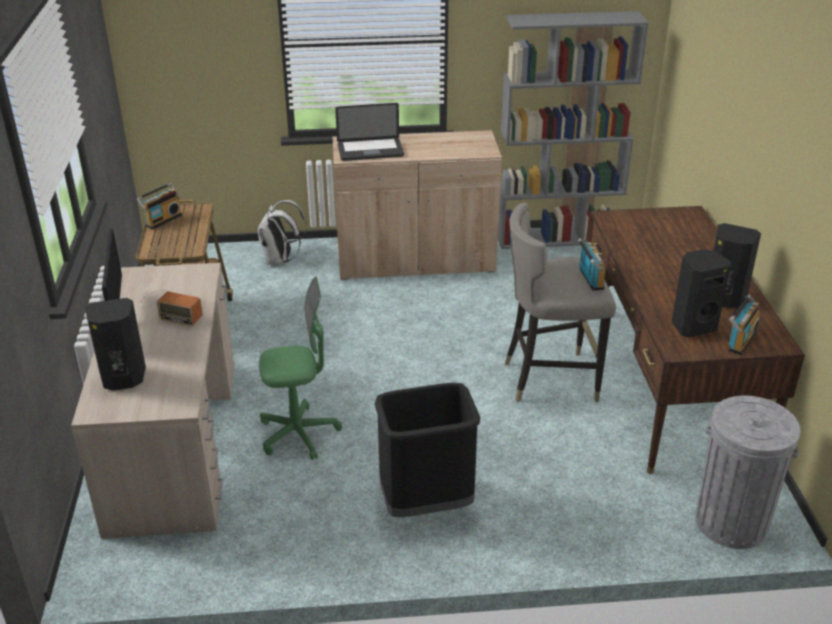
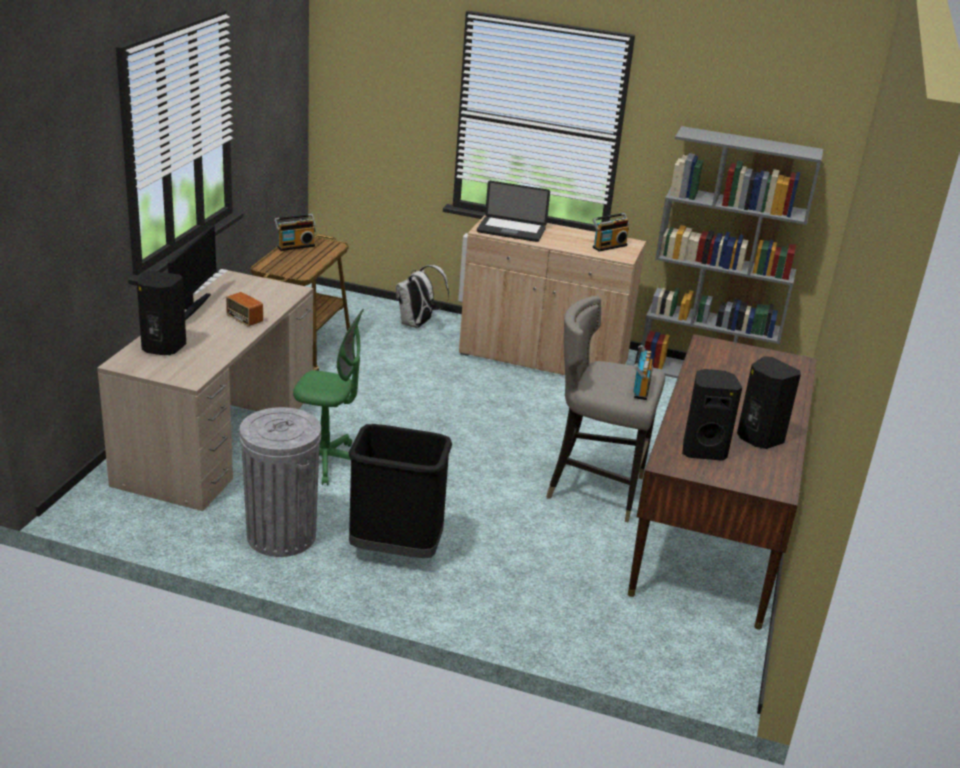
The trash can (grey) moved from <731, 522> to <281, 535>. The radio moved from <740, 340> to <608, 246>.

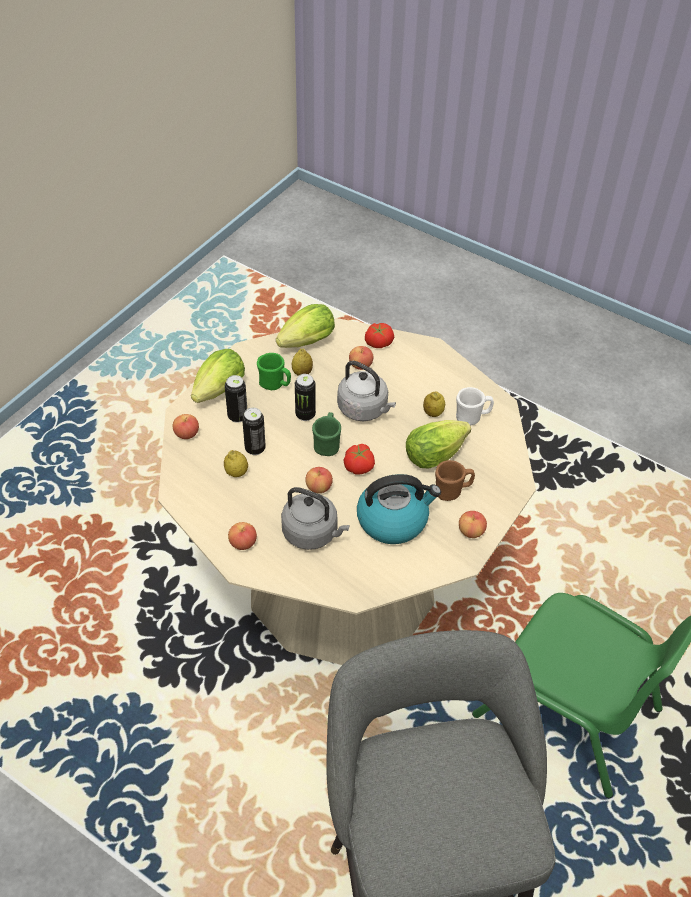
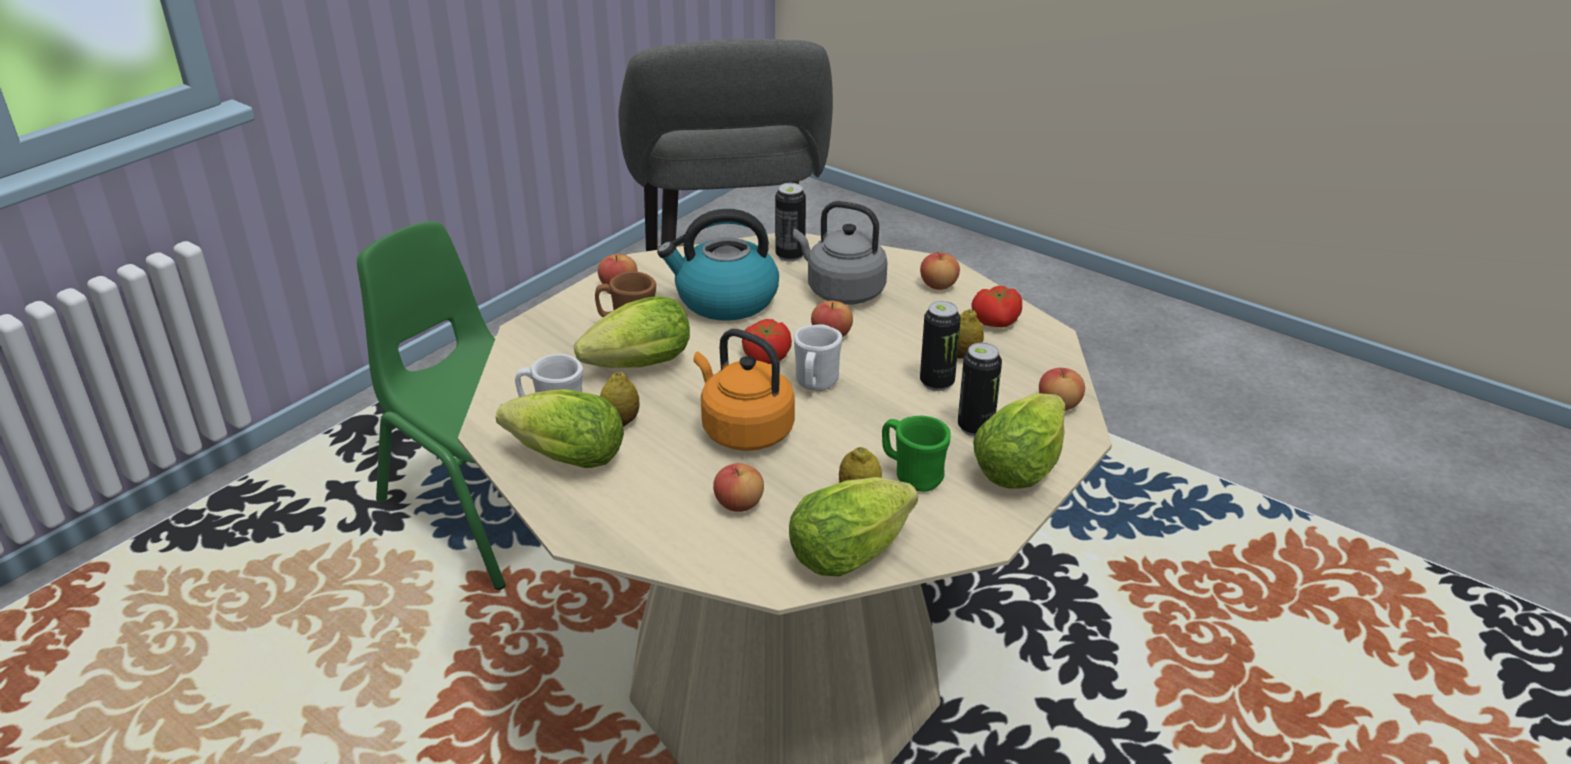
The lettuce at <560, 457> appeared. The can moved from <305, 414> to <790, 255>. The tomato moved from <378, 342> to <996, 322>. The mug (green) at <327, 444> became the mug (white) at <815, 385>. The kettle (grey) at <364, 409> became the kettle (orange) at <743, 430>.

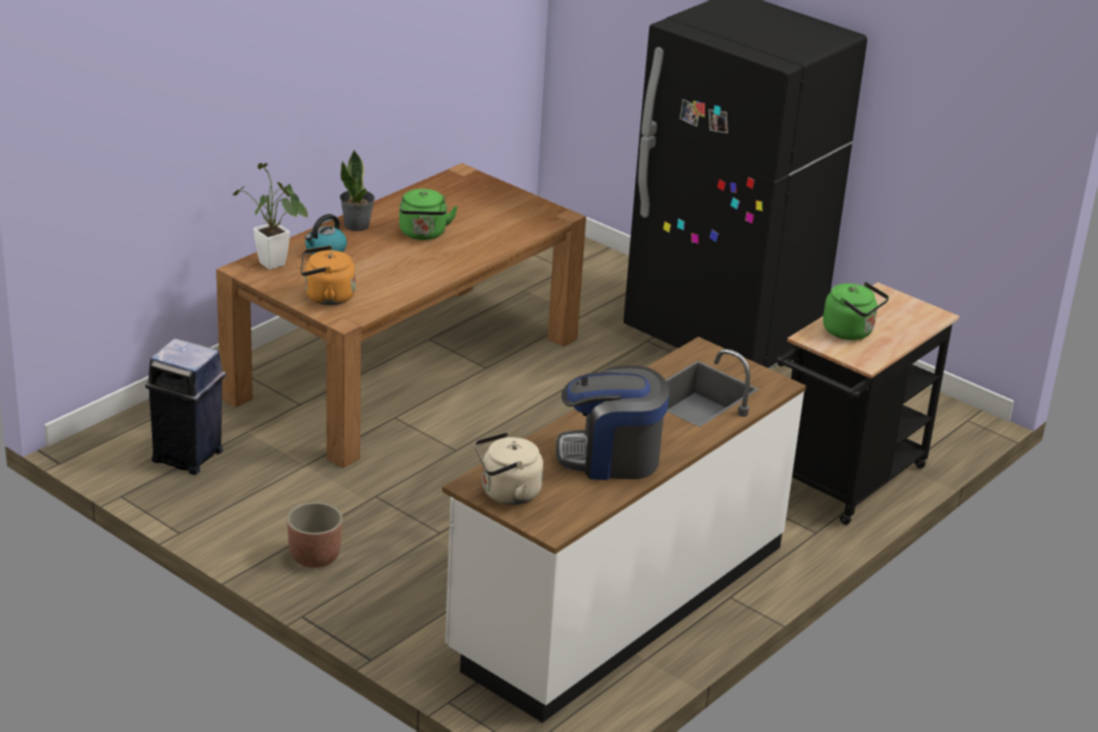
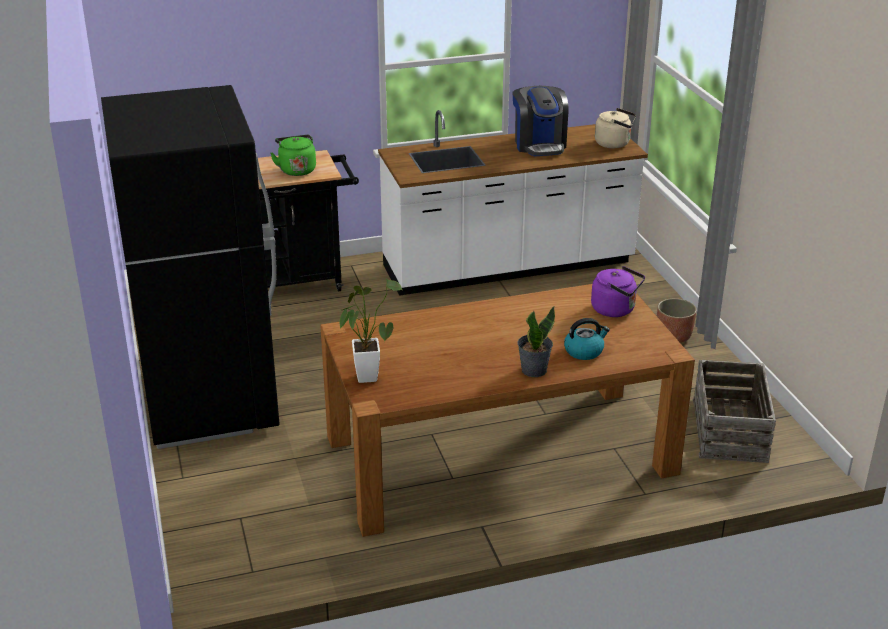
The kettle (green) at <423, 234> disappeared. The potted plant moved from <275, 266> to <367, 374>. The trash can (blue) at <188, 456> was replaced by the crate at <730, 430>. The kettle (orange) at <326, 297> became the kettle (purple) at <616, 310>. The coffee machine at <610, 458> turned 45 degrees clockwise.

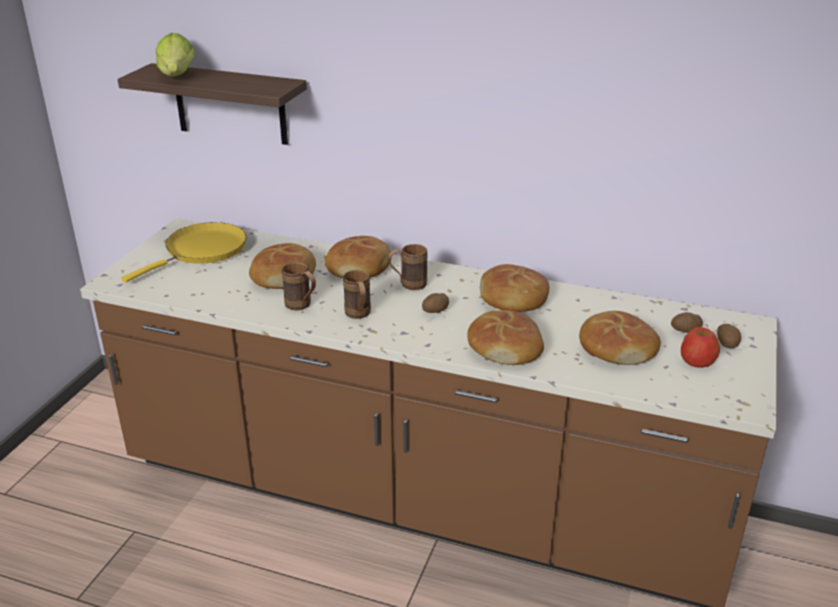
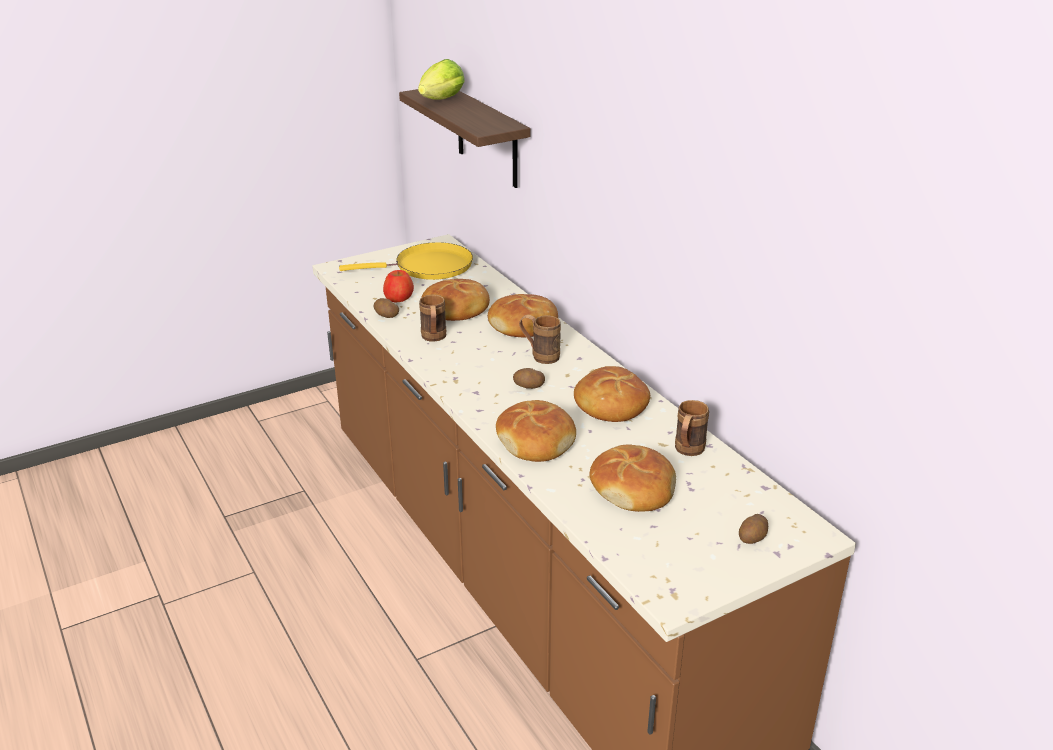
The mug (brown) moved from <359, 315> to <687, 452>. The potato moved from <686, 330> to <386, 315>. The apple moved from <697, 360> to <399, 298>.

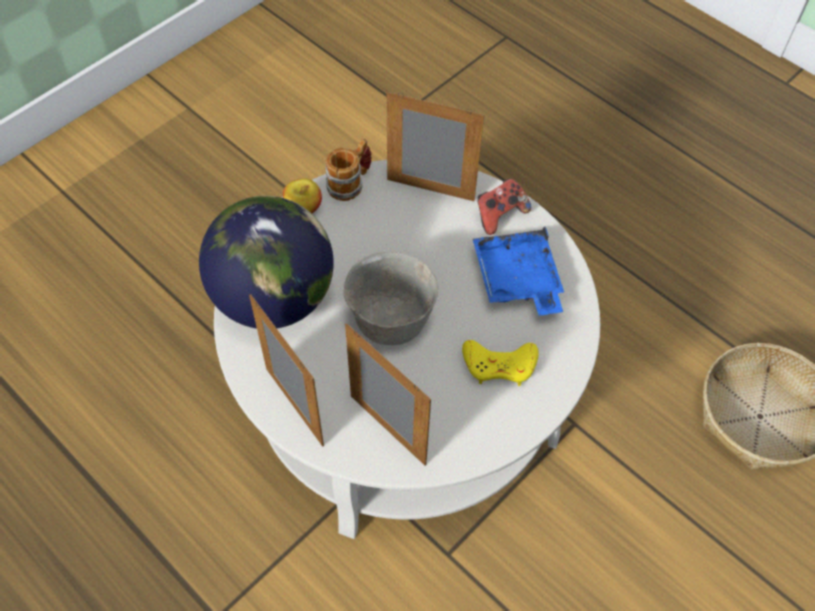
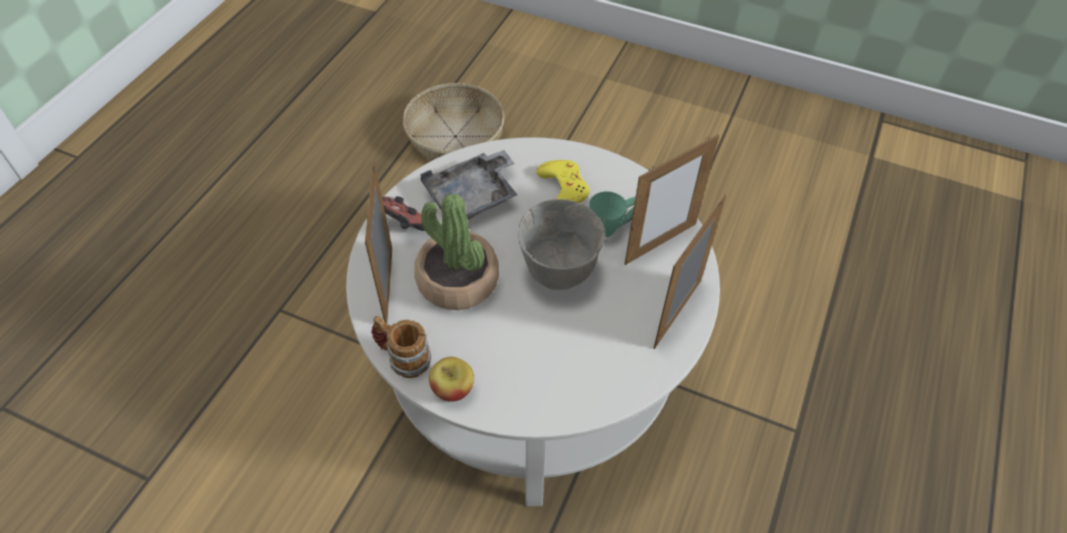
The globe at <274, 298> disappeared. The potted plant at <457, 281> appeared. The mug (green) at <613, 227> appeared. The tray (blue) at <517, 280> became the tray (grey) at <473, 197>. The picture frame at <387, 430> turned 150 degrees counterclockwise.

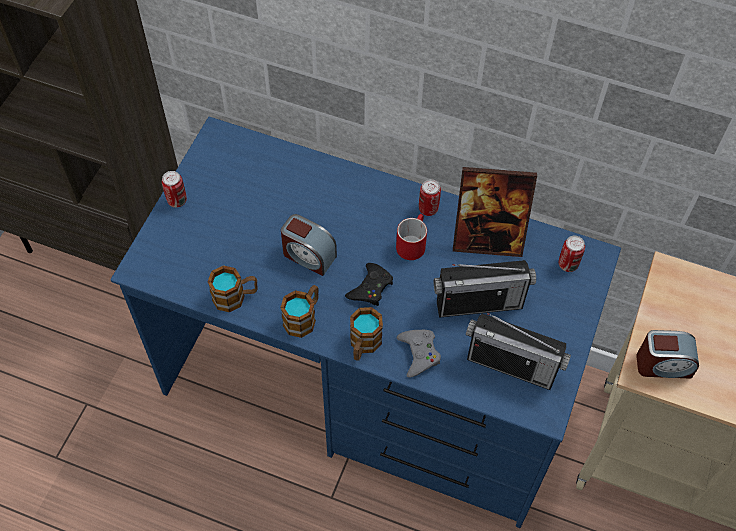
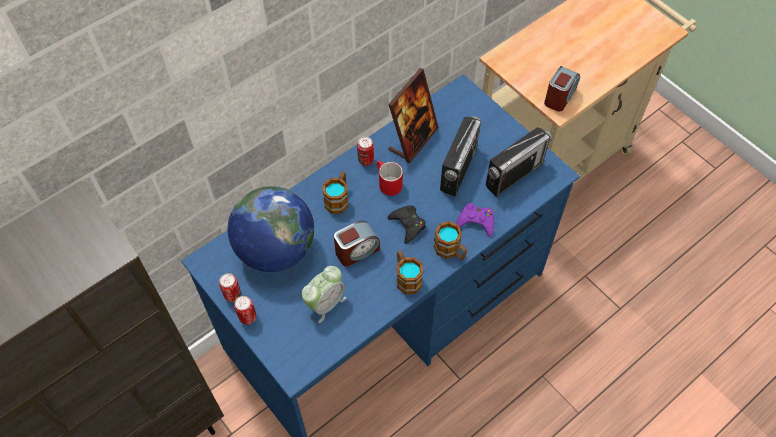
The globe at <275, 250> appeared. The alarm clock at <325, 303> appeared. The mug moved from <235, 297> to <338, 199>. The can moved from <568, 264> to <233, 295>. The game controller (grey) at <419, 354> became the game controller (purple) at <476, 221>.

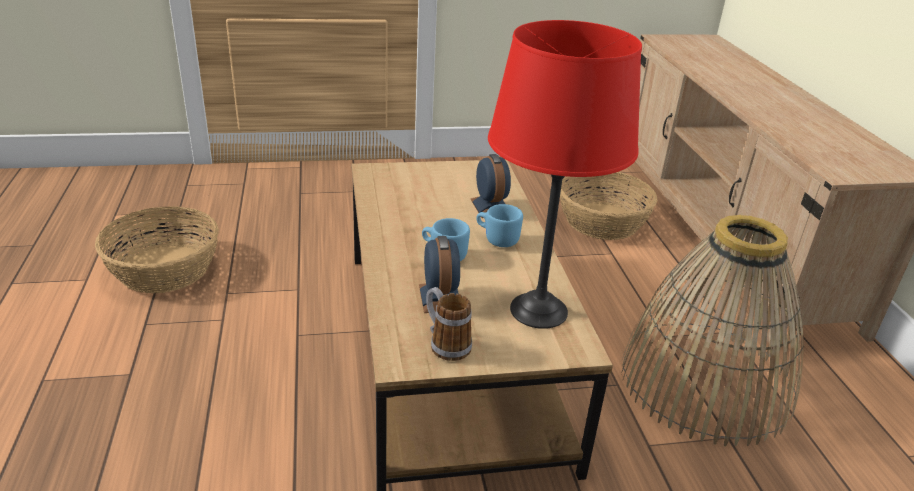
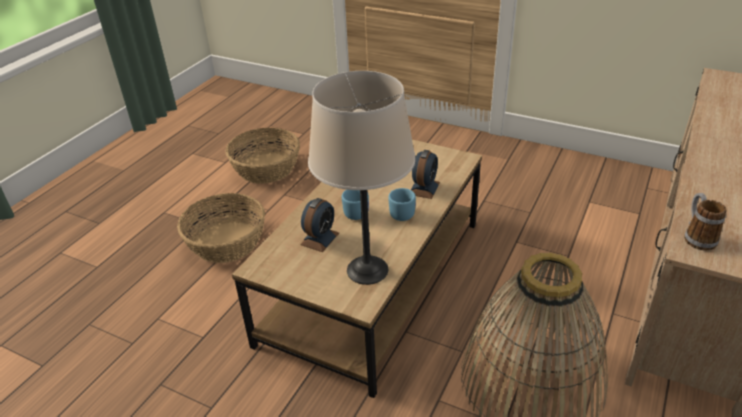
The mug moved from <445, 343> to <697, 236>. The basket moved from <602, 221> to <227, 242>. The table lamp (red) at <538, 310> became the table lamp (beige) at <367, 270>.

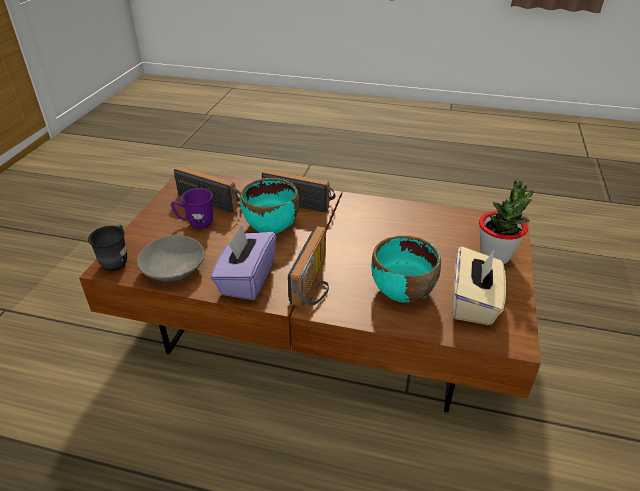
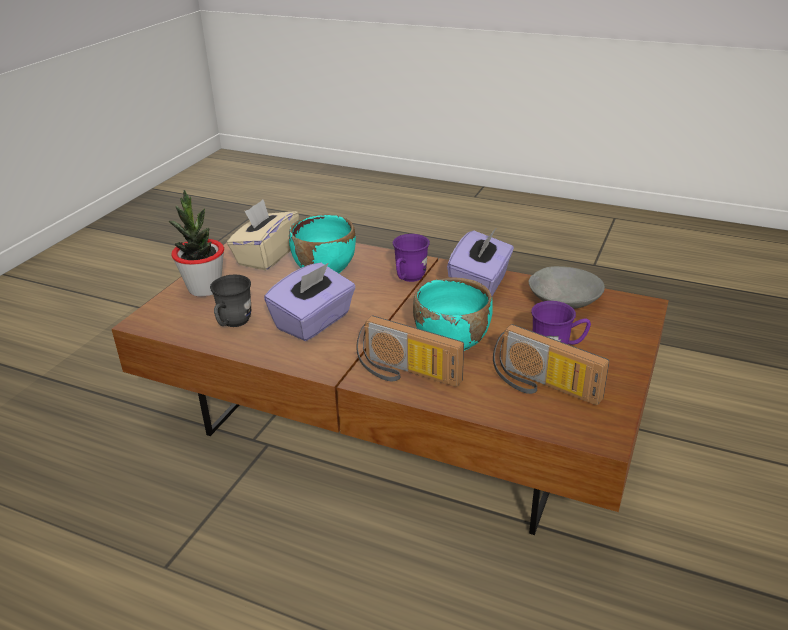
The tissue box (purple) at <314, 322> appeared. The mug (grey) moved from <117, 260> to <232, 324>. The radio at <315, 282> was replaced by the mug (purple) at <408, 279>.

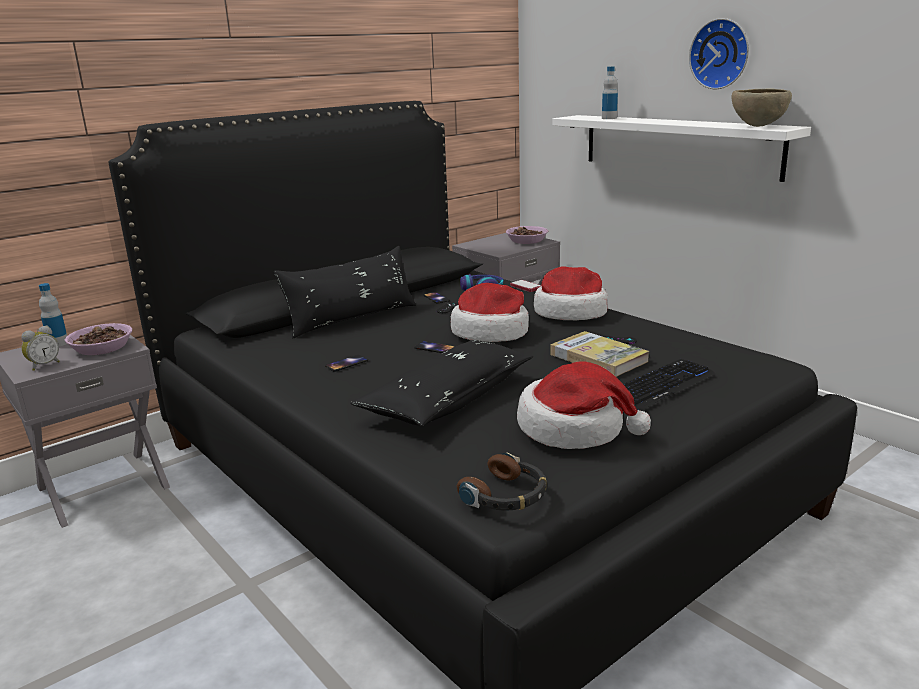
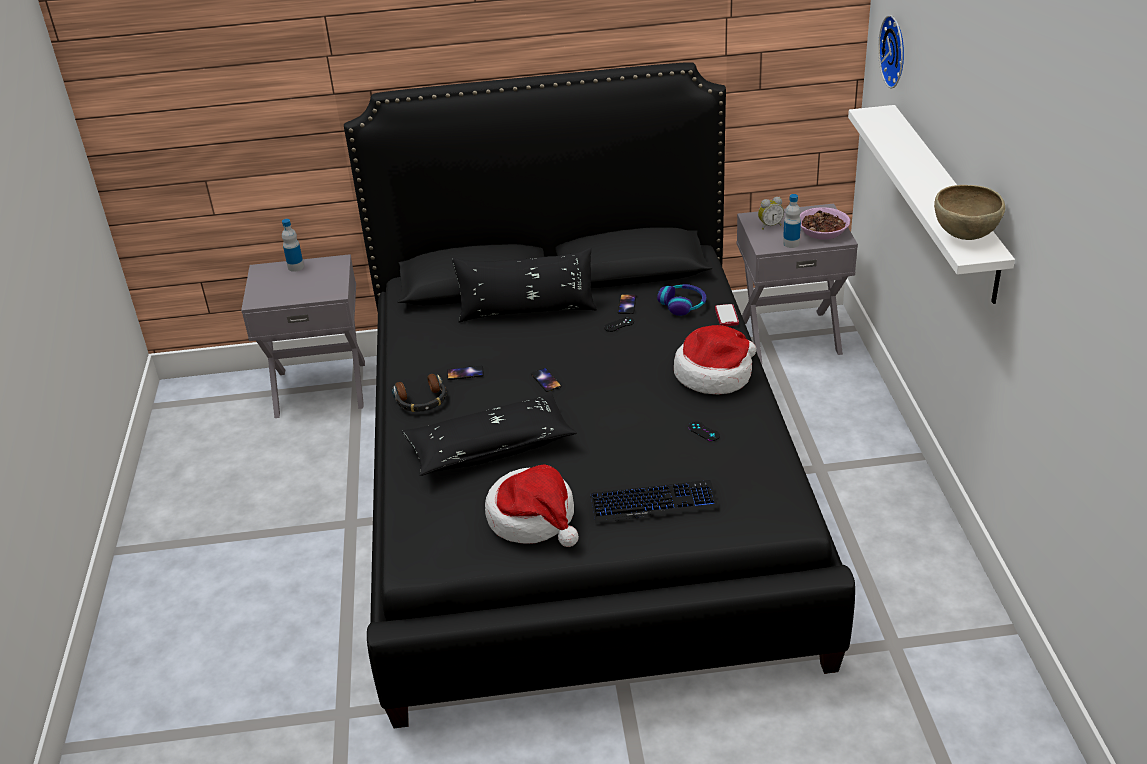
The bowl at <101, 348> disappeared. The hat at <491, 332> disappeared. The book at <598, 358> disappeared. The alarm clock moved from <44, 365> to <769, 225>. The headphones moved from <506, 495> to <421, 400>. The bottle moved from <609, 118> to <791, 243>. The wall clock moved from <721, 54> to <896, 51>.

